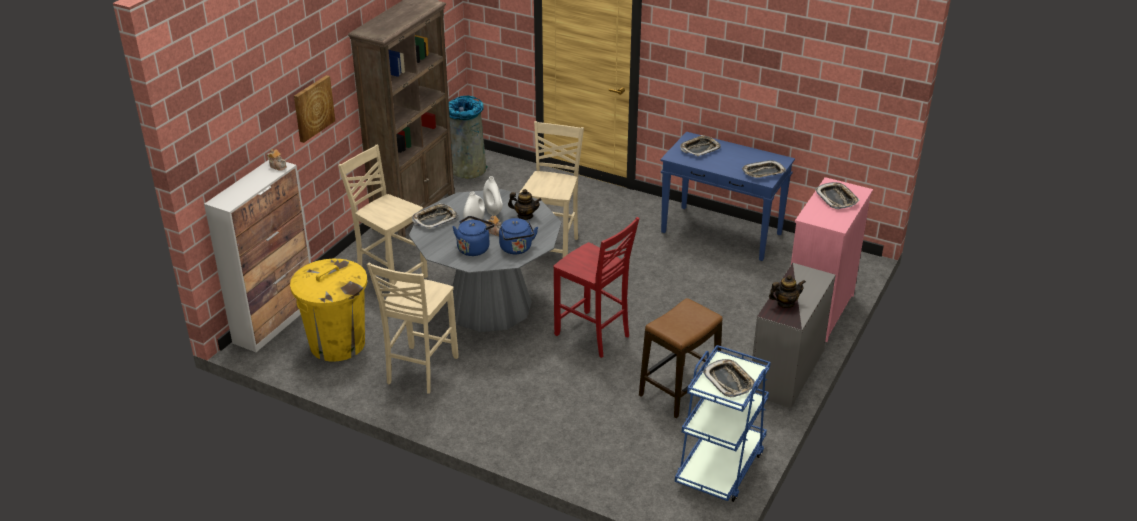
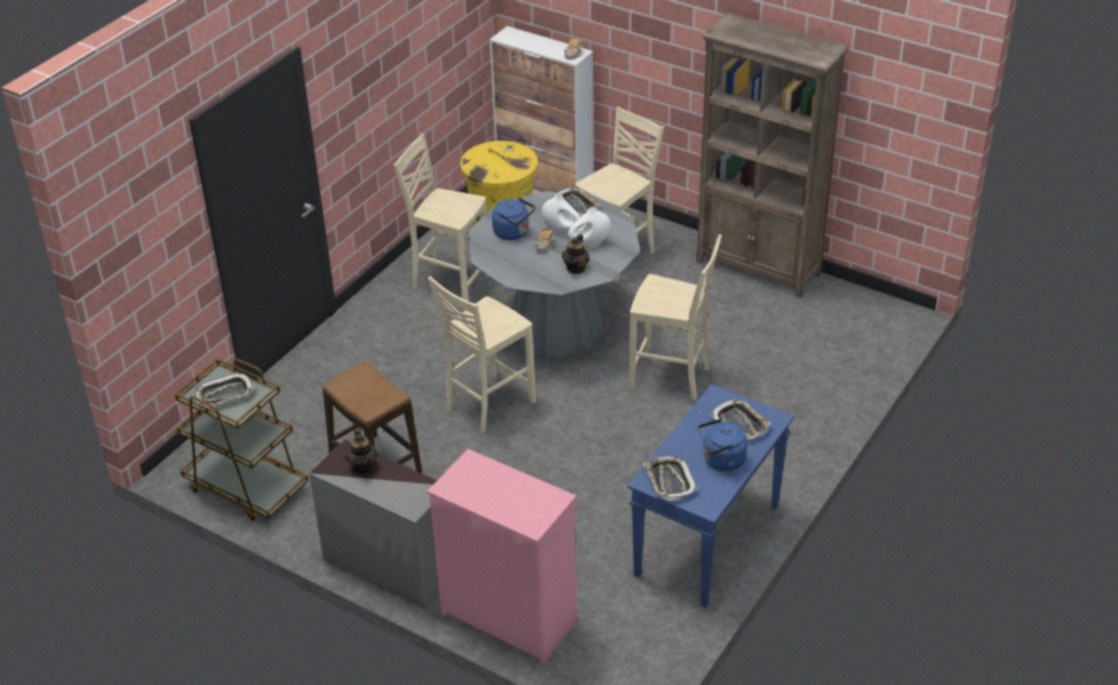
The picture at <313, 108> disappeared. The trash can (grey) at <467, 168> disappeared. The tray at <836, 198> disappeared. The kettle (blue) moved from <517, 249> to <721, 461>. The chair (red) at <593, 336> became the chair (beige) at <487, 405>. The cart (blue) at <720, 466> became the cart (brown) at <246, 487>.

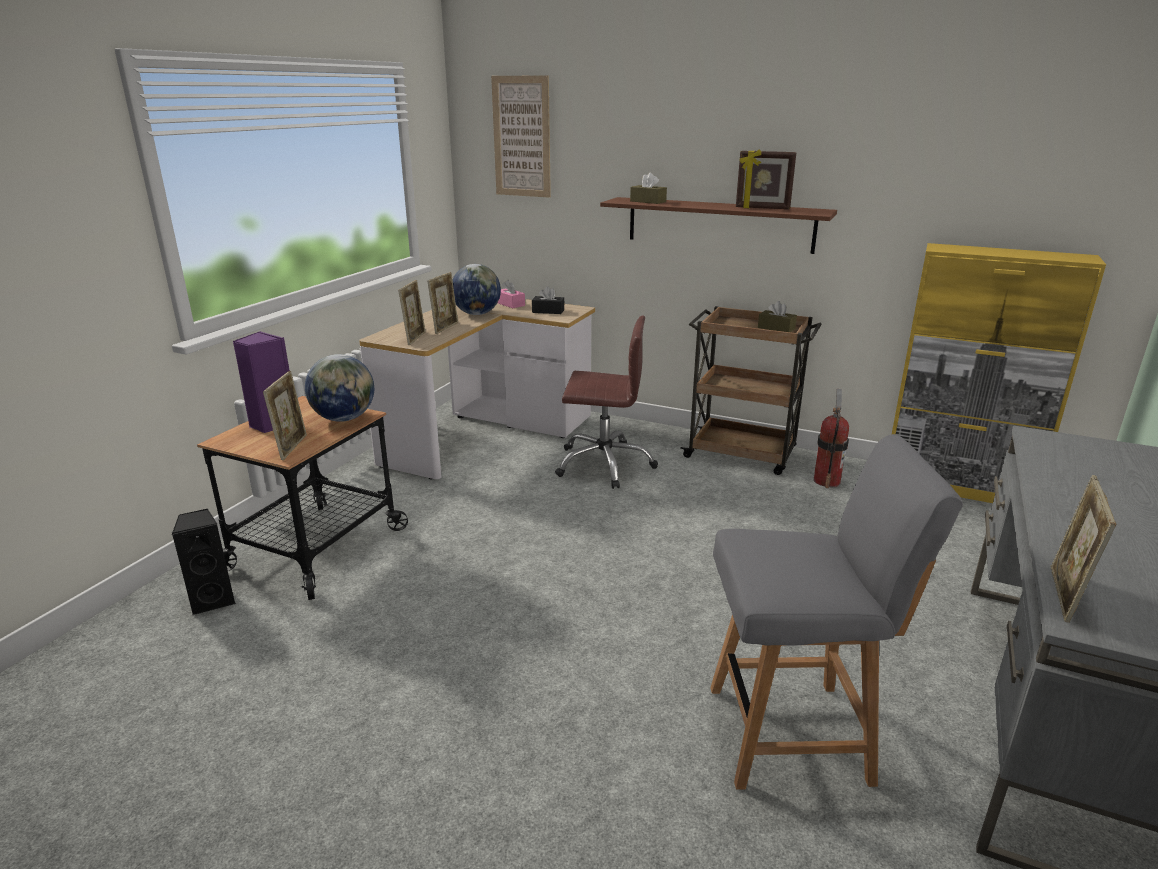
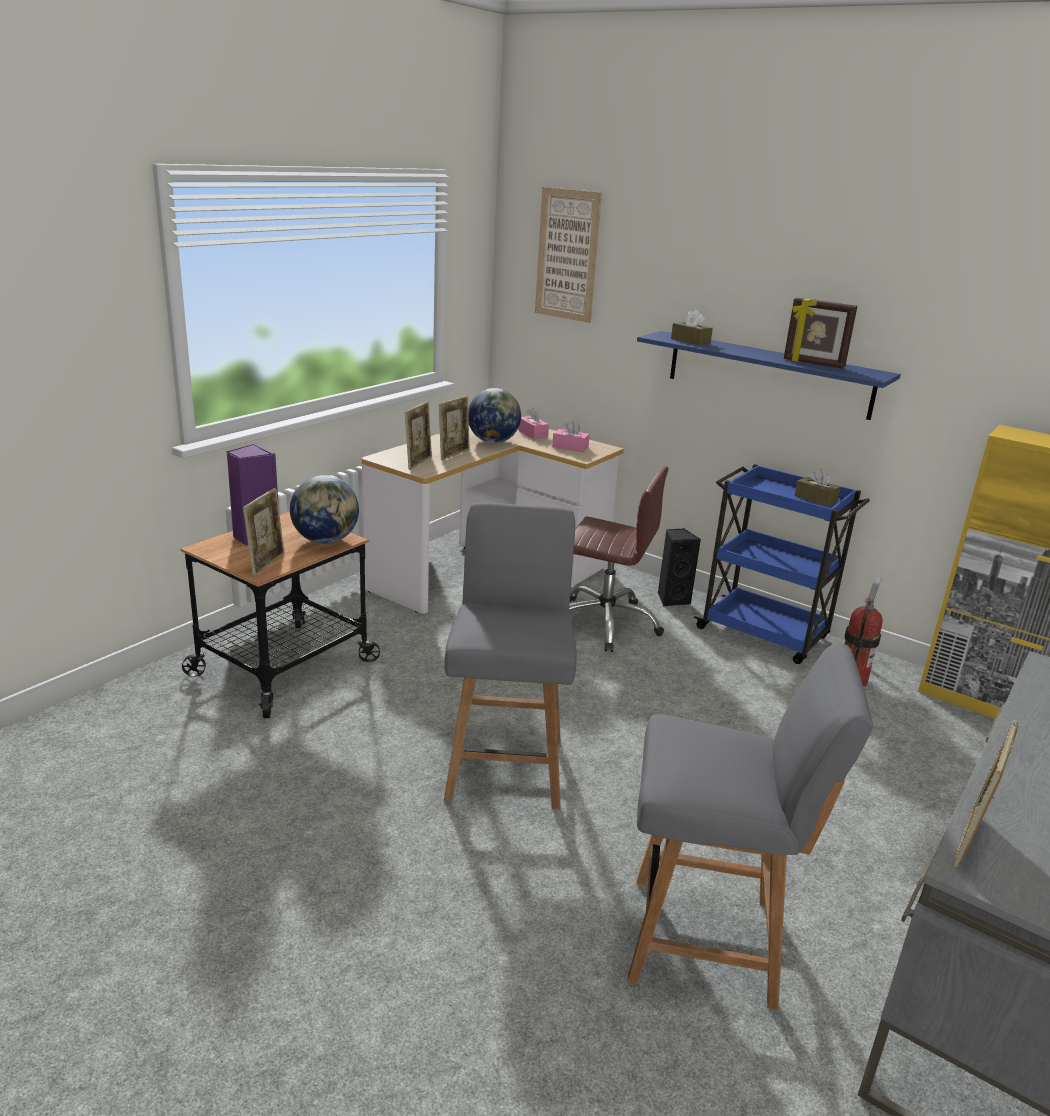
The chair (grey) at <505, 766> appeared. The speaker (black) moved from <214, 600> to <672, 599>. The tissue box (black) at <548, 311> became the tissue box (pink) at <570, 447>. The shelf (brown) at <719, 224> became the shelf (blue) at <768, 374>. The cart (brown) at <742, 454> became the cart (blue) at <765, 634>.

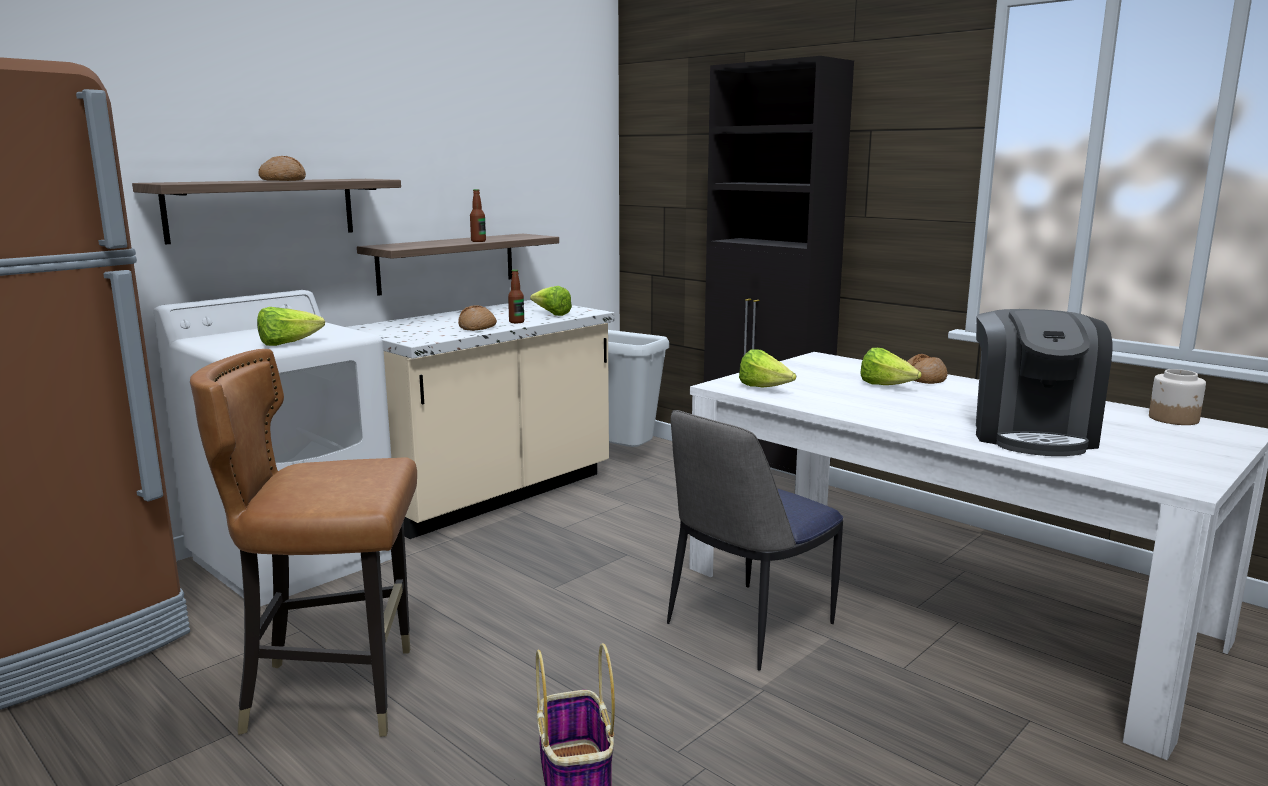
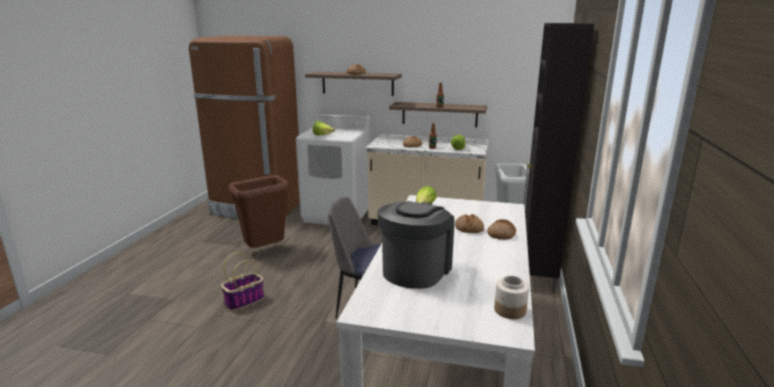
The chair (brown) at <335, 692> was replaced by the trash can (brown) at <265, 250>. The lettuce at <886, 386> was replaced by the bread at <469, 228>. The coffee machine at <1031, 434> turned 135 degrees clockwise.

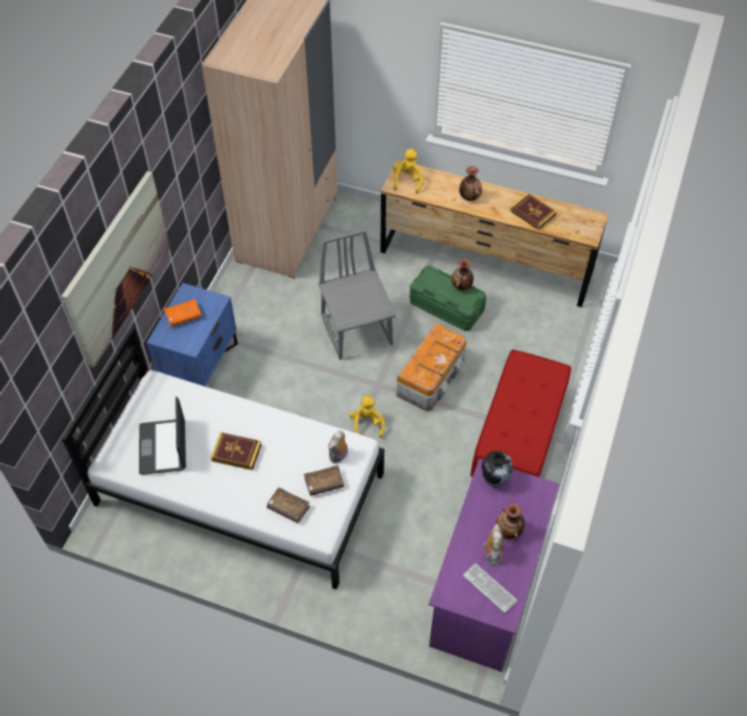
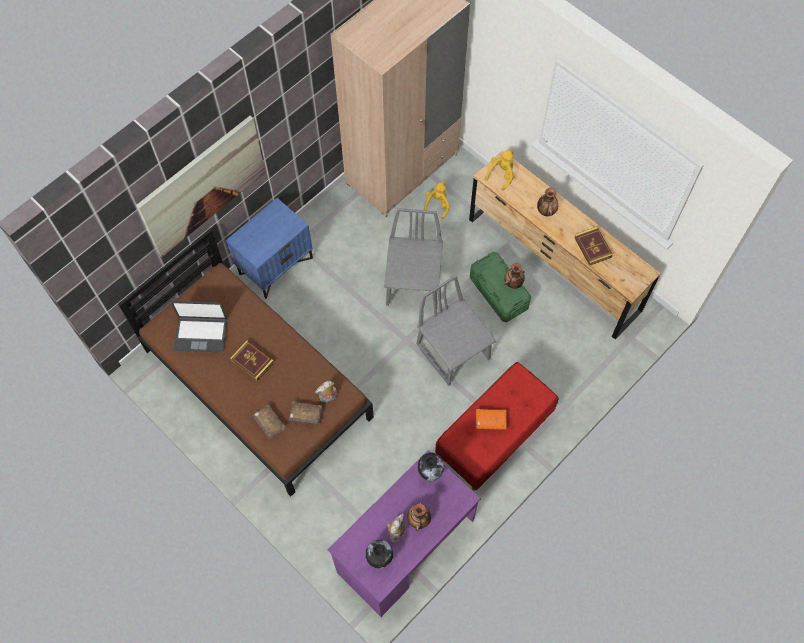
The book (orange) moved from <183, 316> to <491, 421>. The plush toy (yellow) moved from <367, 424> to <437, 205>. The storage box at <432, 377> was replaced by the chair (grey) at <453, 351>. The keyboard at <489, 588> was replaced by the vase at <379, 558>. The bed (white) at <240, 488> became the bed (brown) at <258, 383>. The laptop at <163, 447> turned 105 degrees counterclockwise.

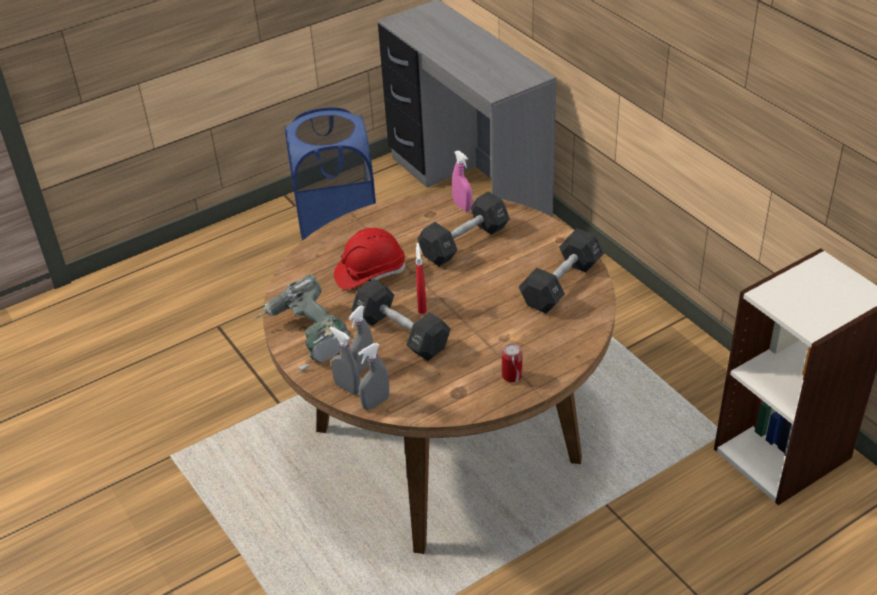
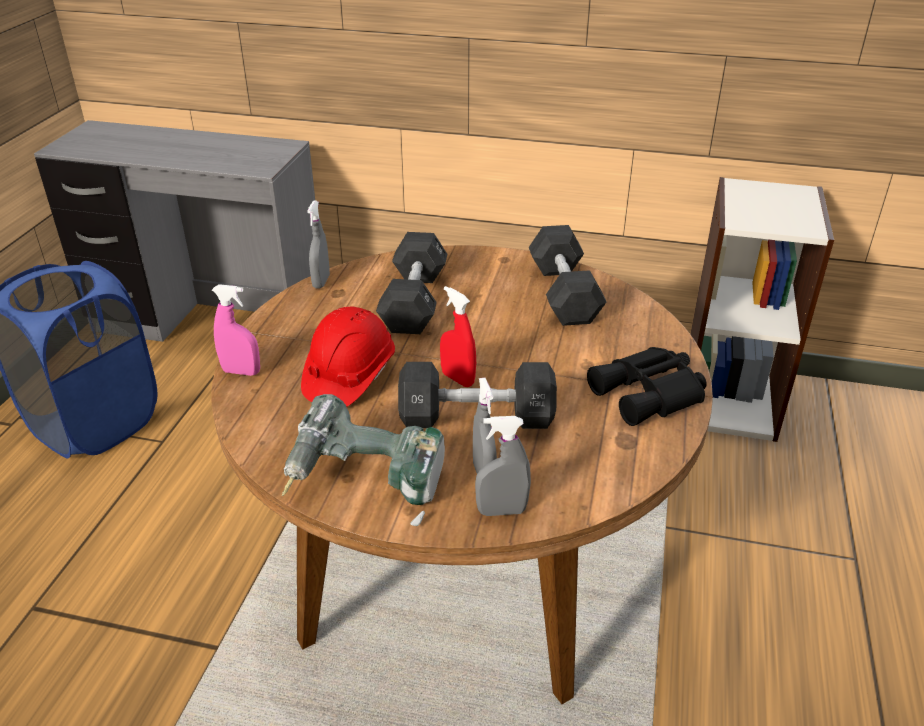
The spray bottle (grey) moved from <375, 402> to <321, 282>. The spray bottle (pink) moved from <462, 206> to <241, 372>. The can at <512, 376> was replaced by the binoculars (black) at <650, 394>.

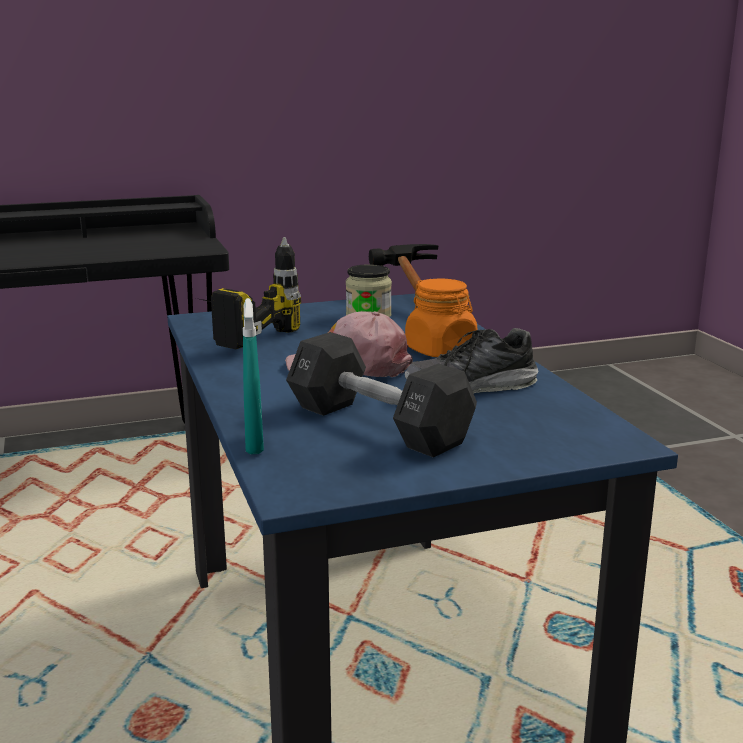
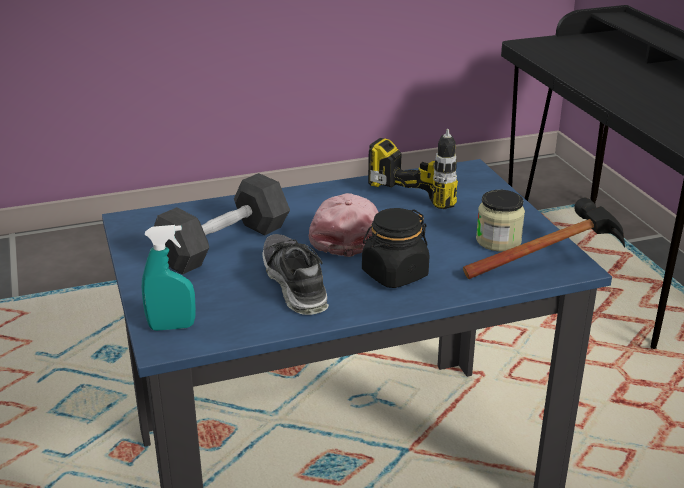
The spray bottle (turquoise) moved from <254, 444> to <172, 327>. The jar (orange) at <441, 350> became the jar (black) at <394, 274>.

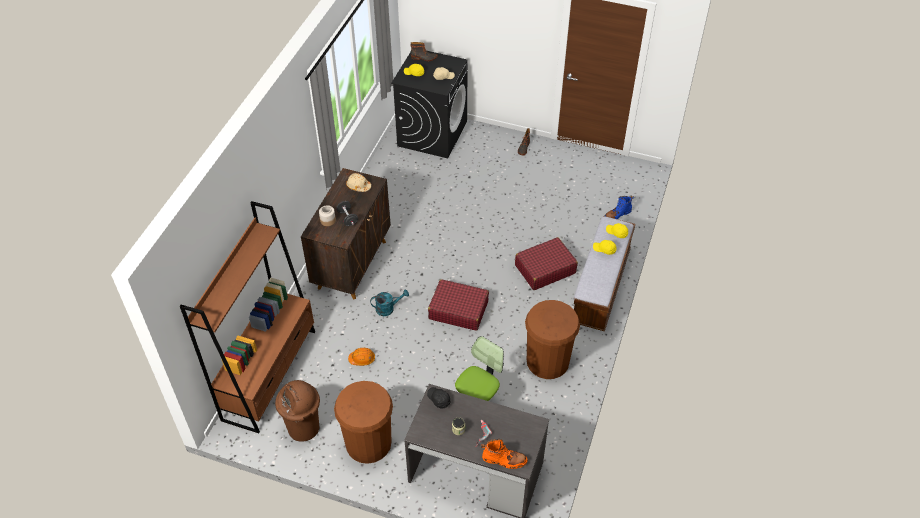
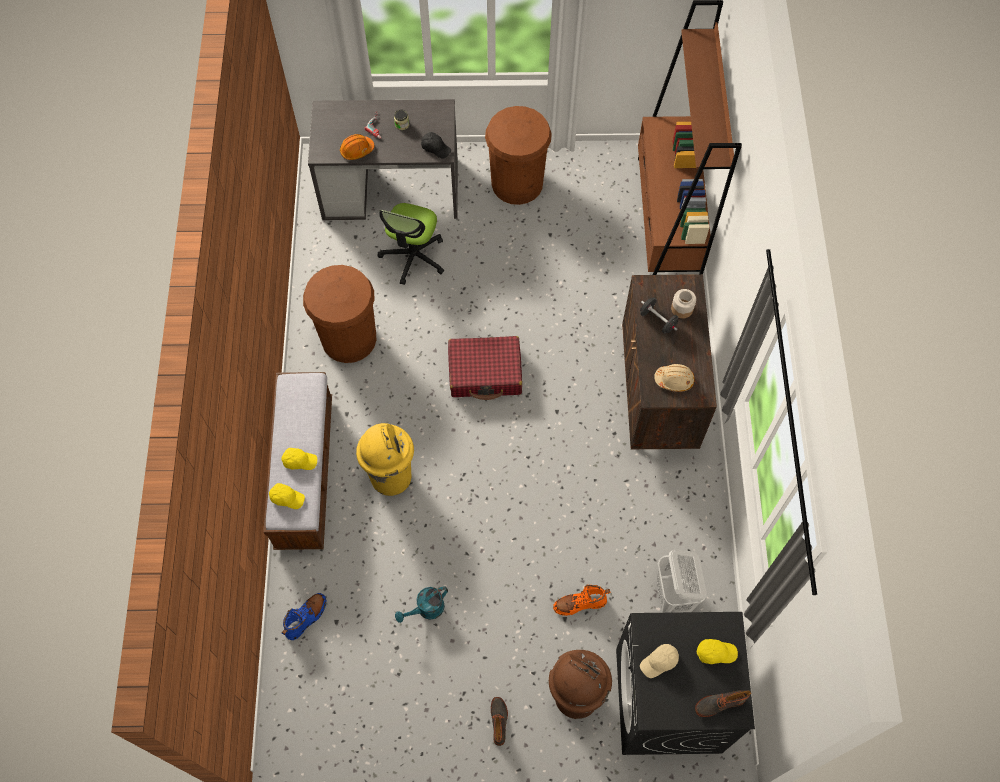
The laundry basket (white) at <673, 597> appeared. The trash can (brown) moved from <304, 428> to <575, 695>. The hard hat (orange) moved from <362, 359> to <357, 150>. The watering can (turquoise) moved from <388, 308> to <426, 610>. The boot (orange) moved from <504, 460> to <580, 604>. The suitcase (red) at <544, 269> was replaced by the trash can (yellow) at <391, 476>.

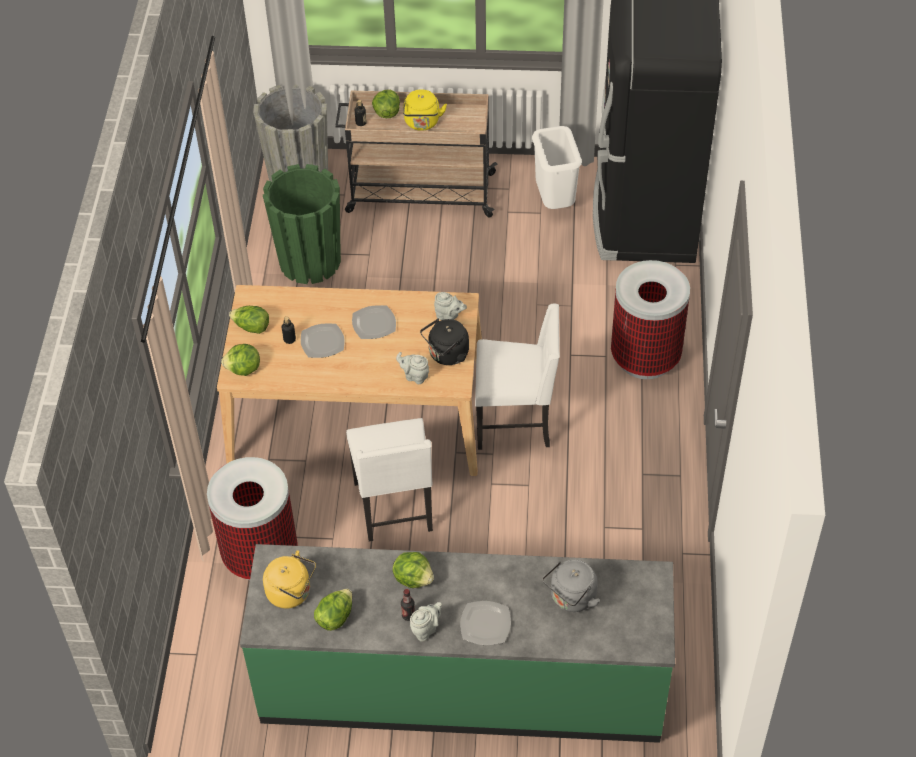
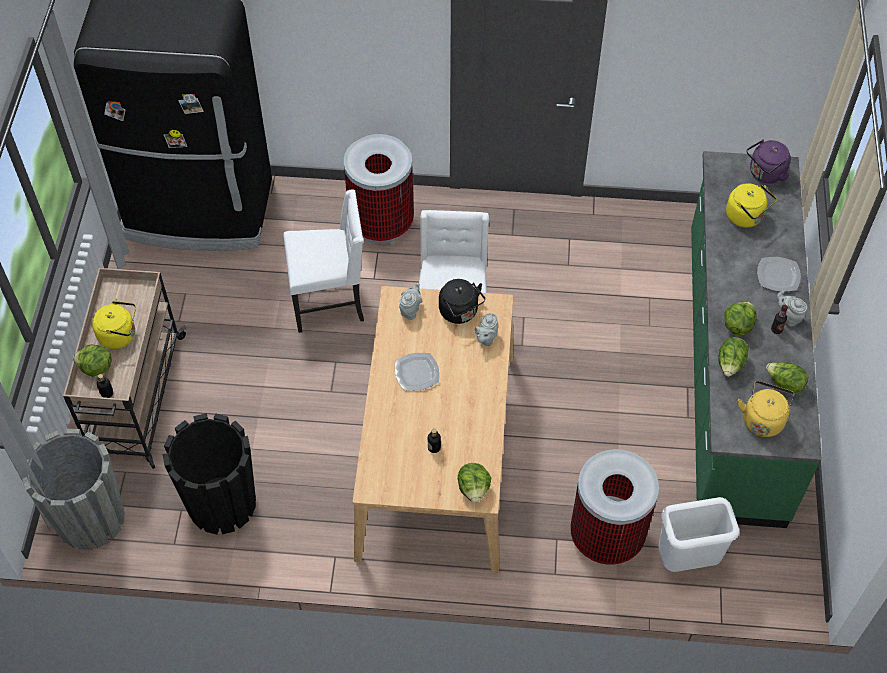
The plate at <323, 341> disappeared. The kettle (purple) at <765, 174> appeared. The lettuce moved from <251, 327> to <730, 364>. The chair (white) moved from <395, 508> to <330, 302>. The trash can (white) moved from <554, 202> to <687, 561>. The planter (green) at <310, 261> became the planter (black) at <222, 503>. The kettle (grey) at <571, 598> became the kettle (yellow) at <746, 217>.

